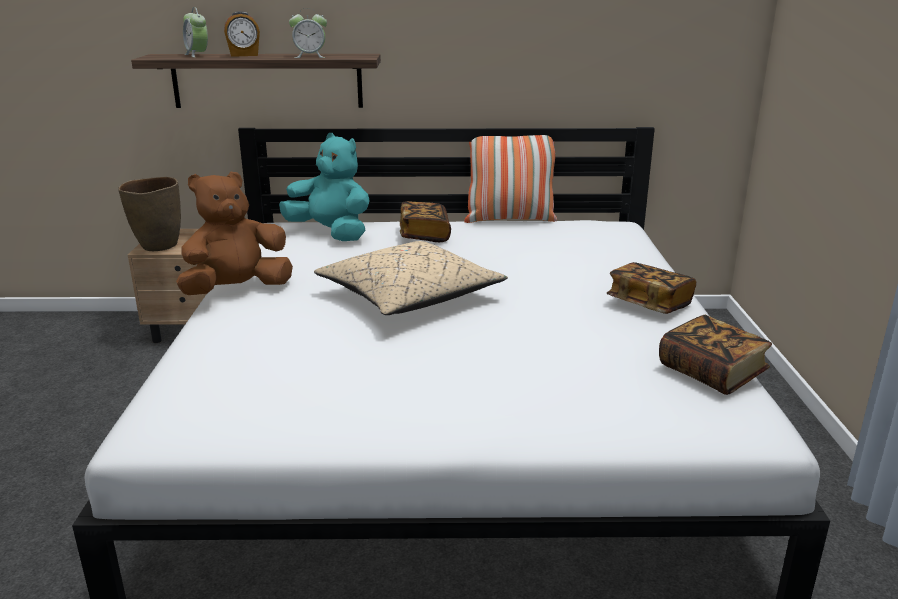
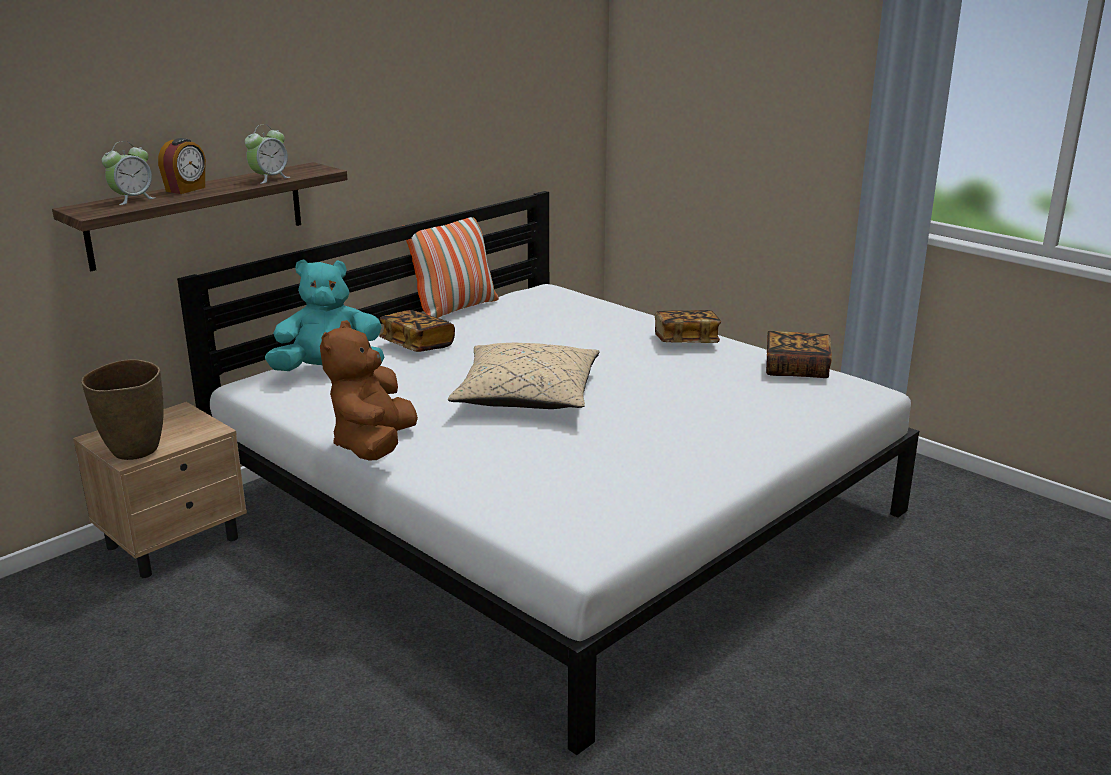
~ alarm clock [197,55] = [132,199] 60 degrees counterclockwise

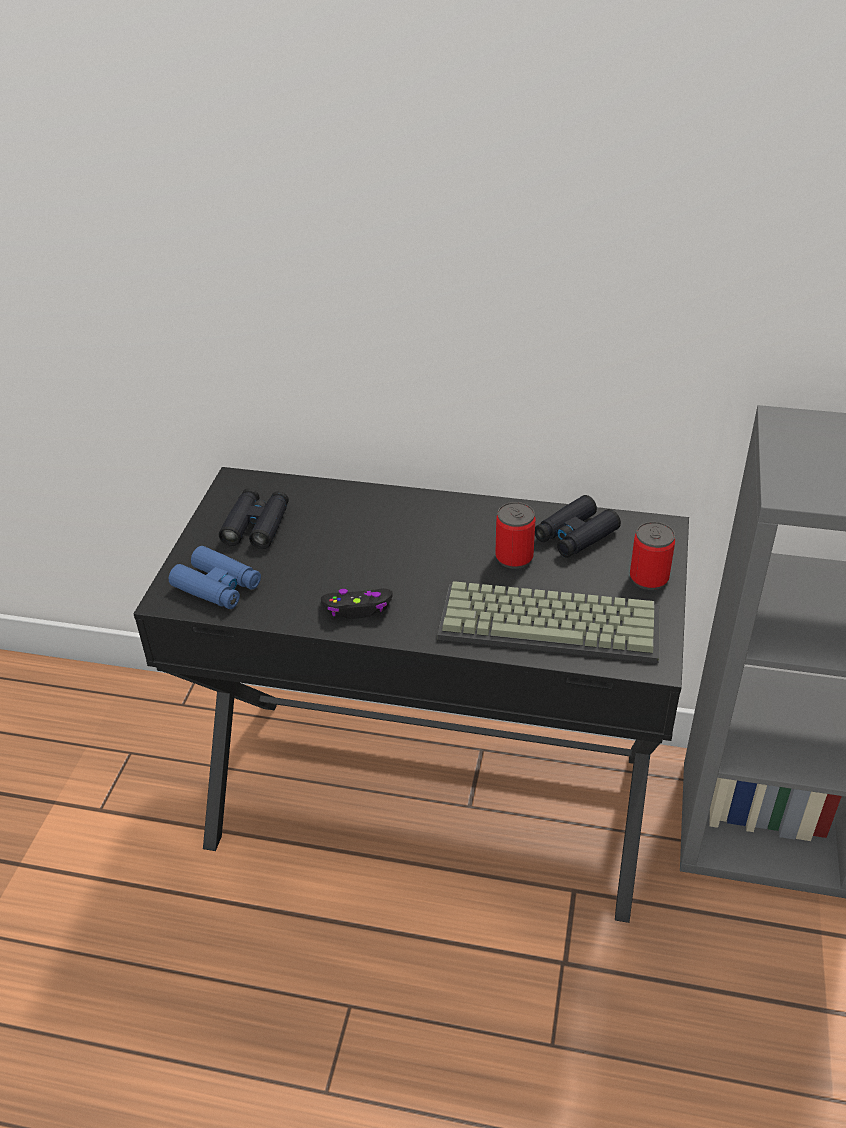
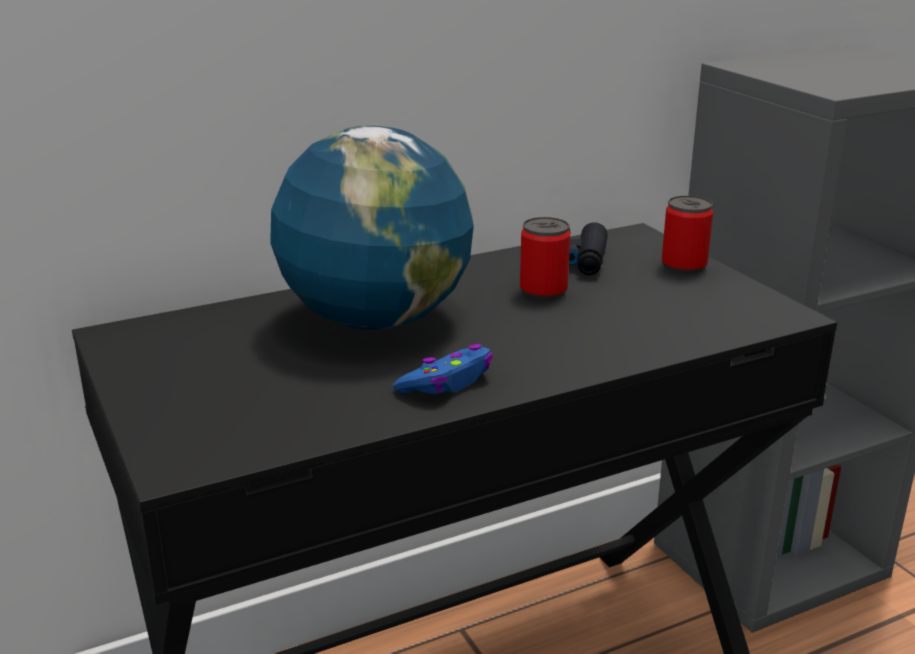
- binoculars/black [256,525]
- binoculars/blue [217,586]
- keyboard [552,622]
~ game controller/black [358,608] to game controller/blue [447,382]
+ globe [375,320]

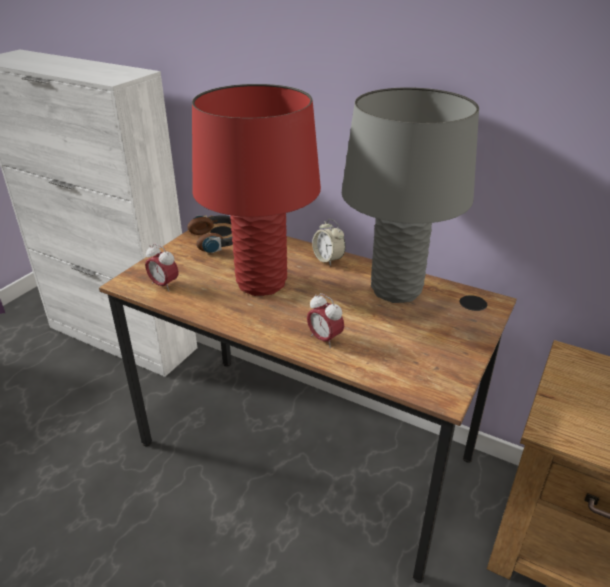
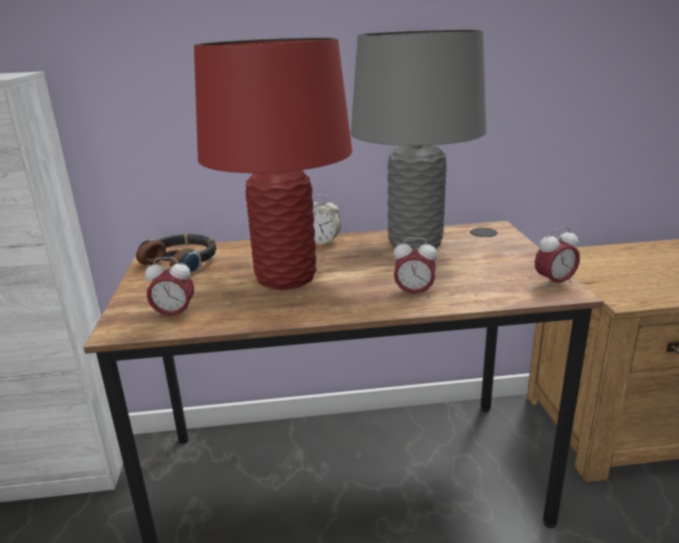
+ alarm clock [554,283]

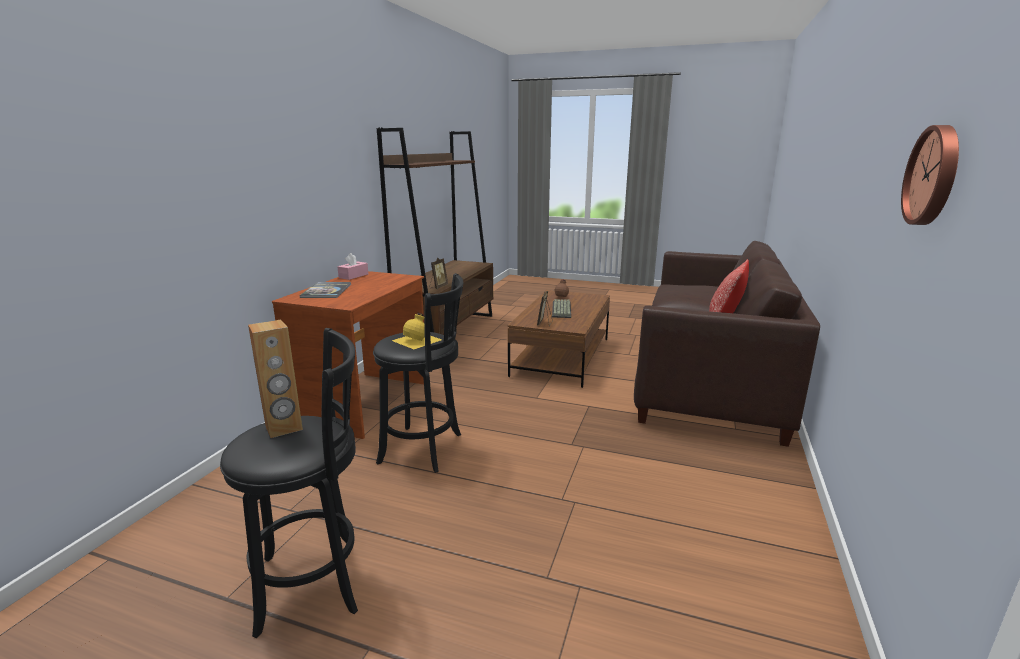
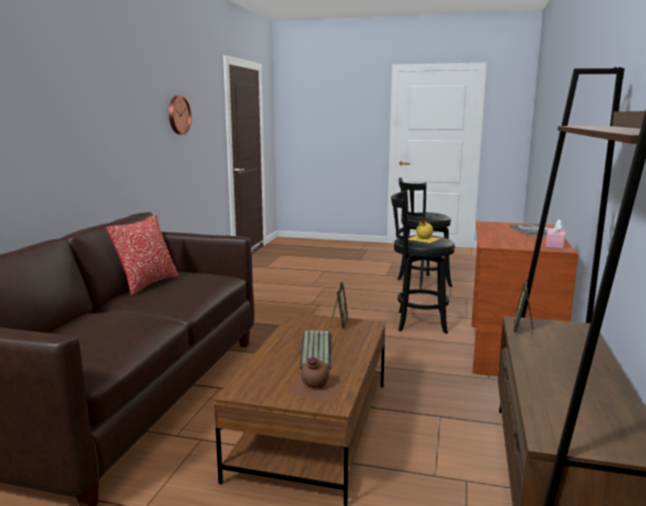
- speaker/brown [284,428]

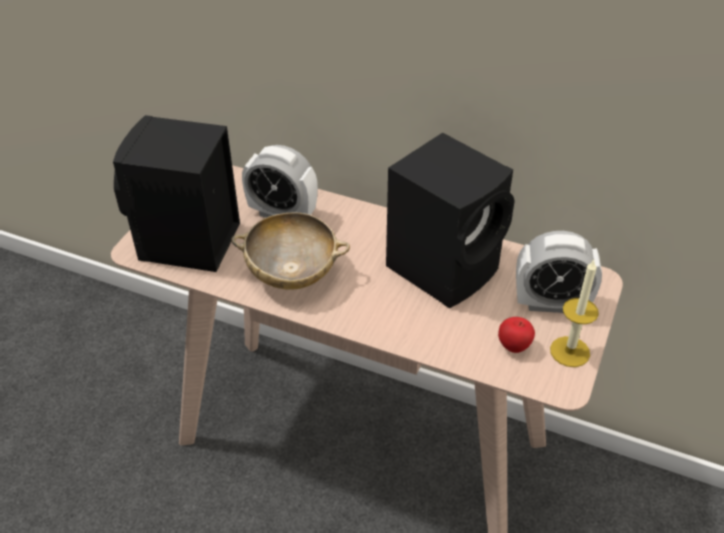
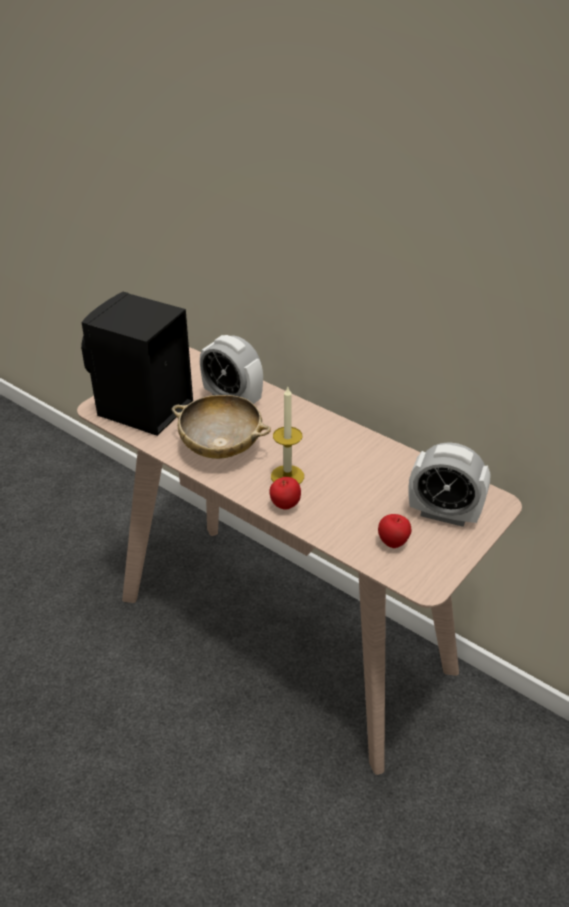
- speaker/black [445,267]
~ candle [570,351] to [287,476]
+ apple [285,506]

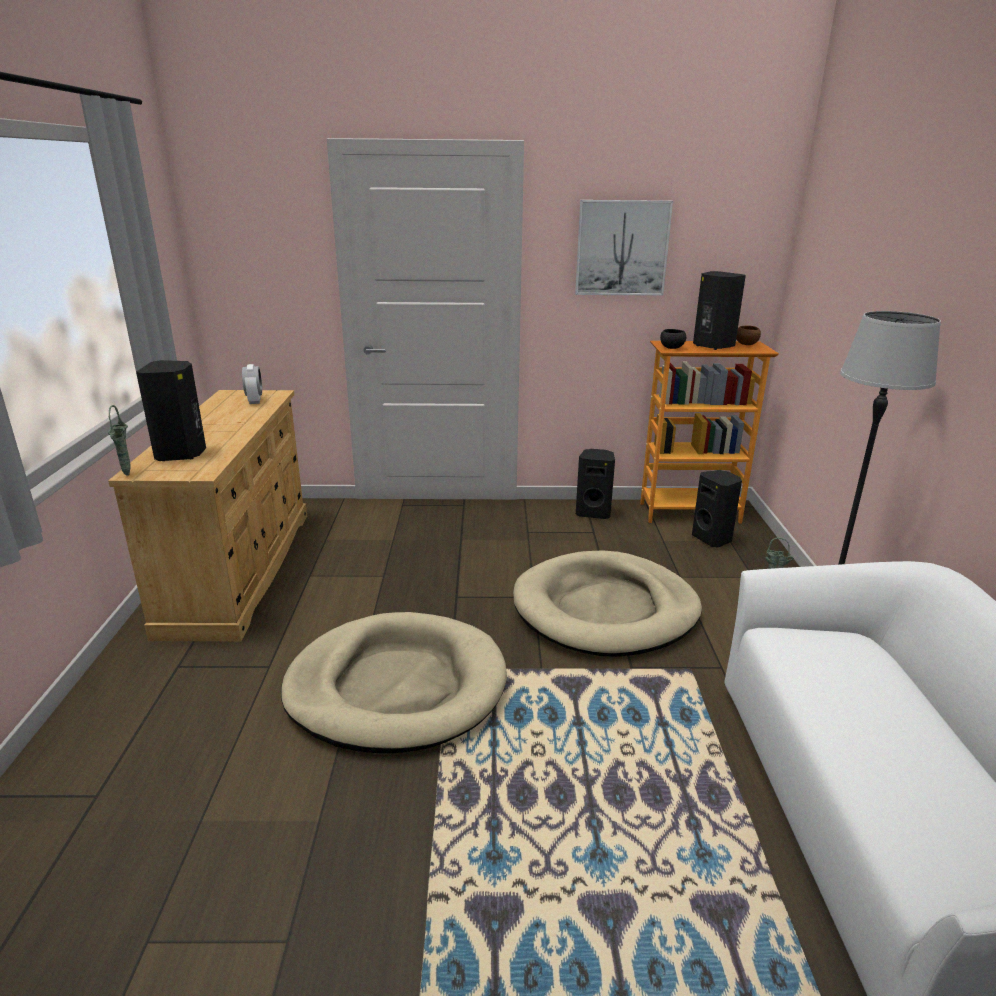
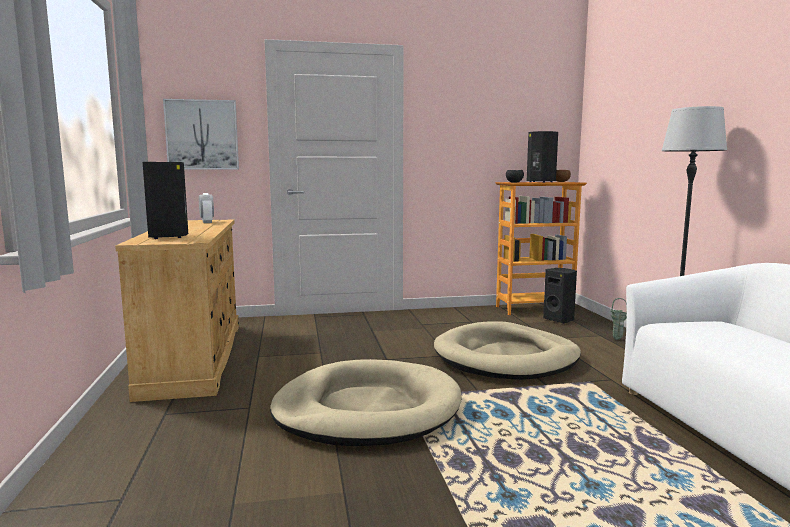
~ picture [622,248] to [202,135]
- vase/green [127,475]
- speaker/black [593,513]

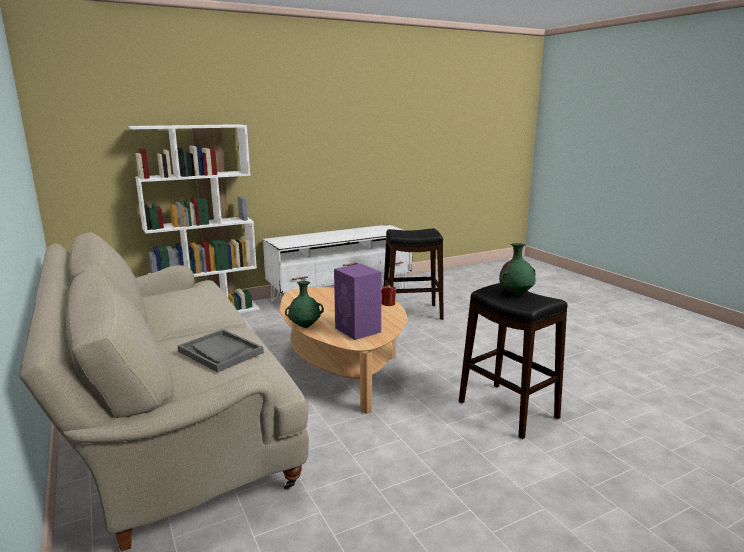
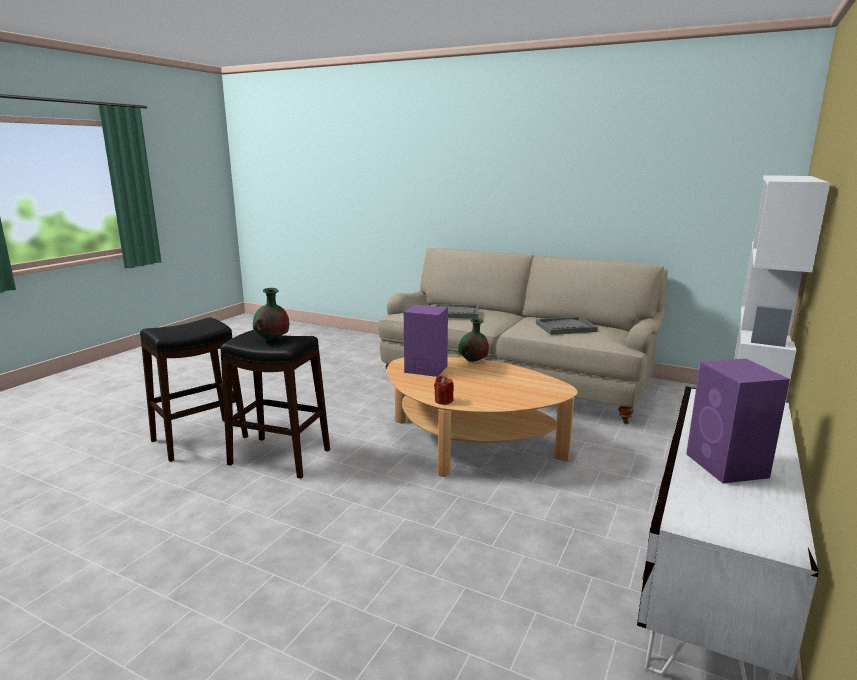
~ stool/black [411,313] to [200,438]
+ tray/grey [565,327]
+ speaker/purple [727,466]

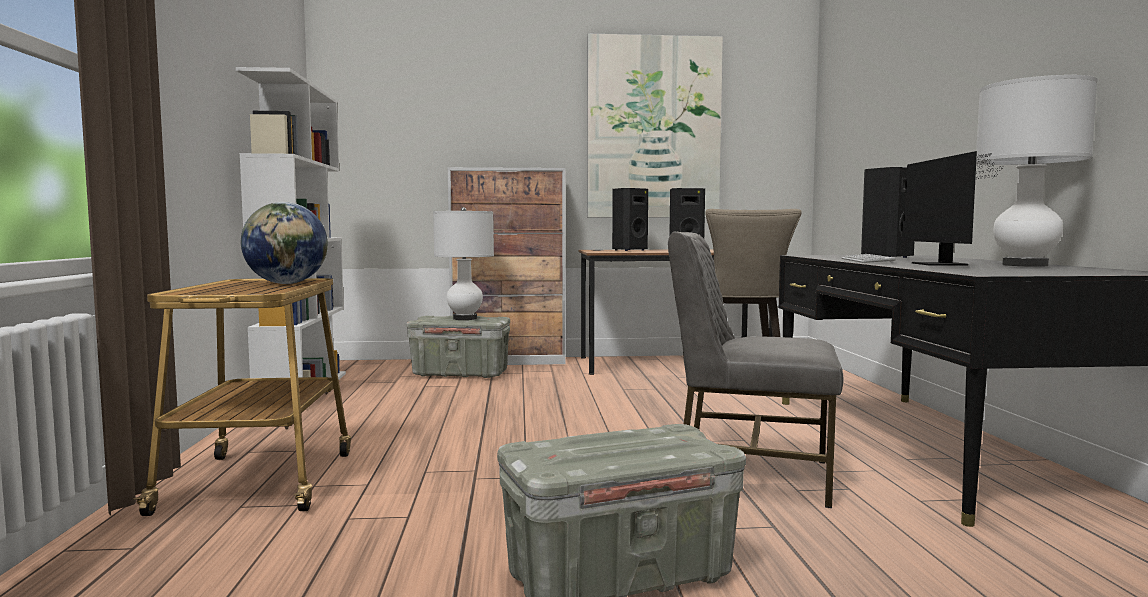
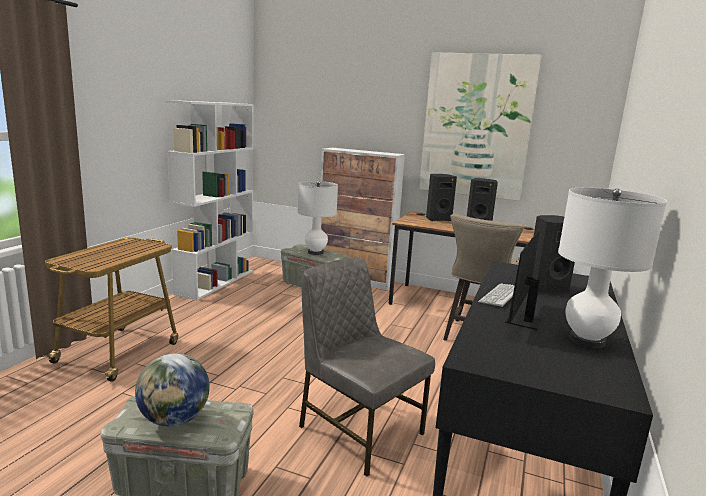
~ globe [287,283] to [174,420]

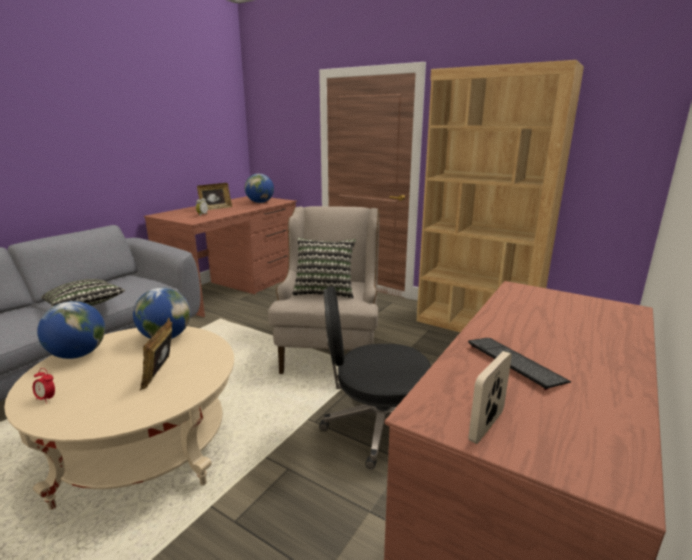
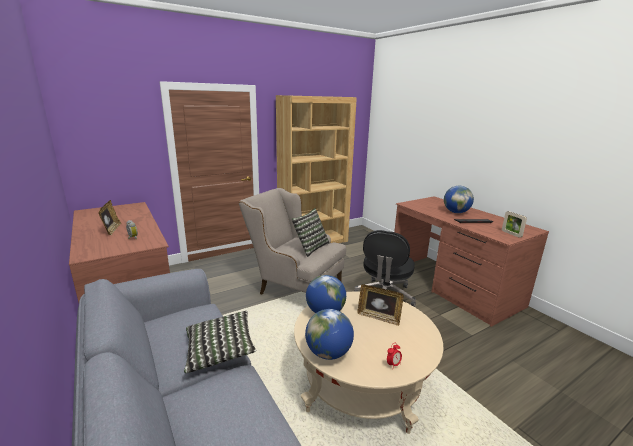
~ globe [260,202] to [456,212]

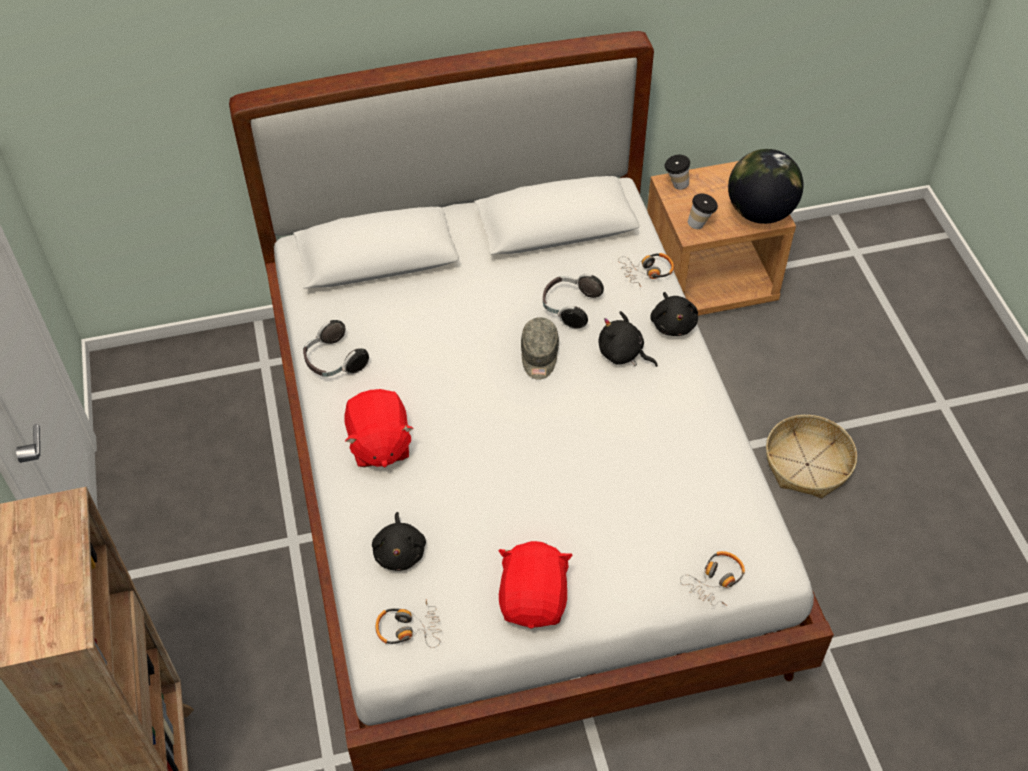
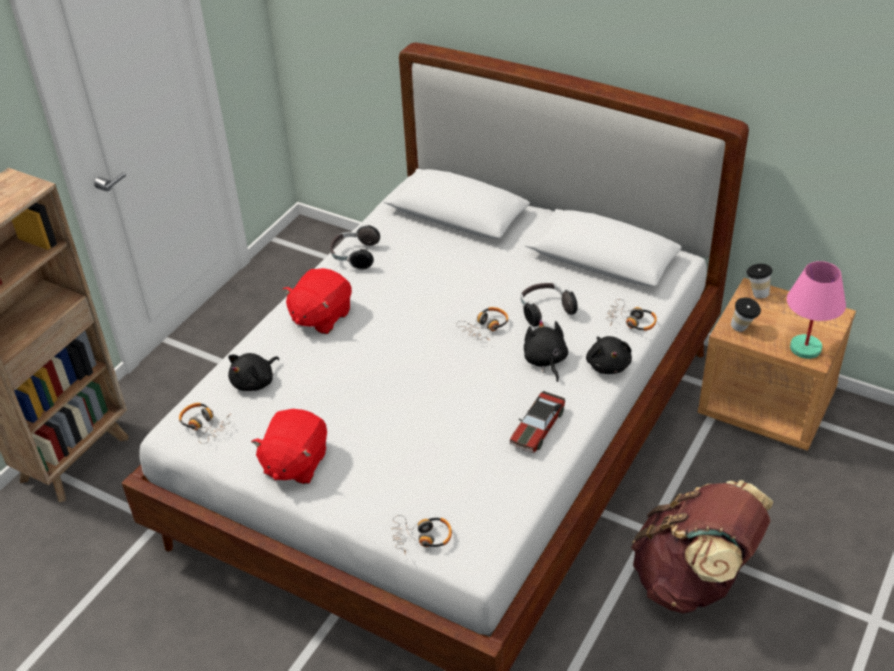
~ globe [760,213] to table lamp/pink [805,348]
~ plush toy/black [673,324] = [608,364] 45 degrees counterclockwise
~ cap/grey [539,356] to headphones [485,327]
~ basket [807,464] to backpack/brown [693,581]
~ plush toy/red [534,599] = [295,463] 150 degrees clockwise
+ toy car [537,428]

